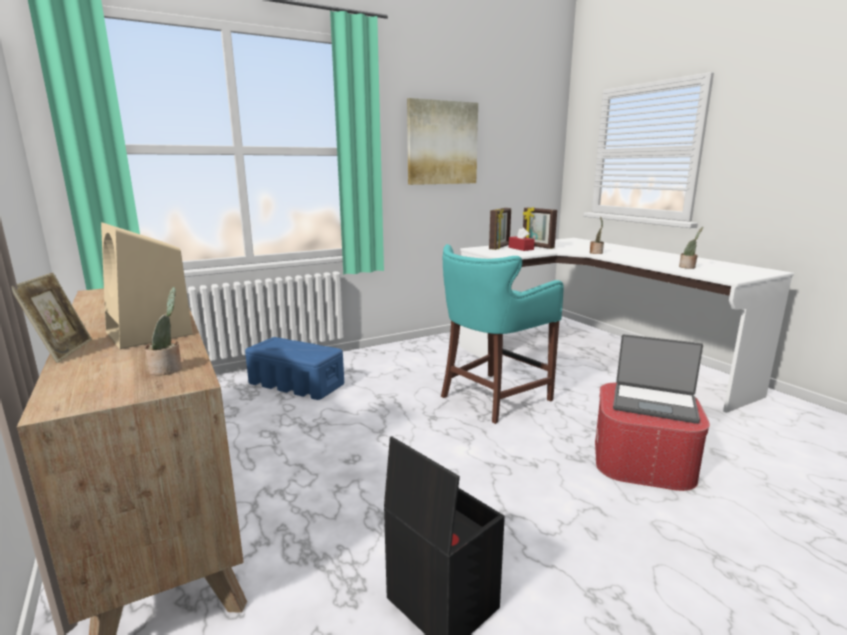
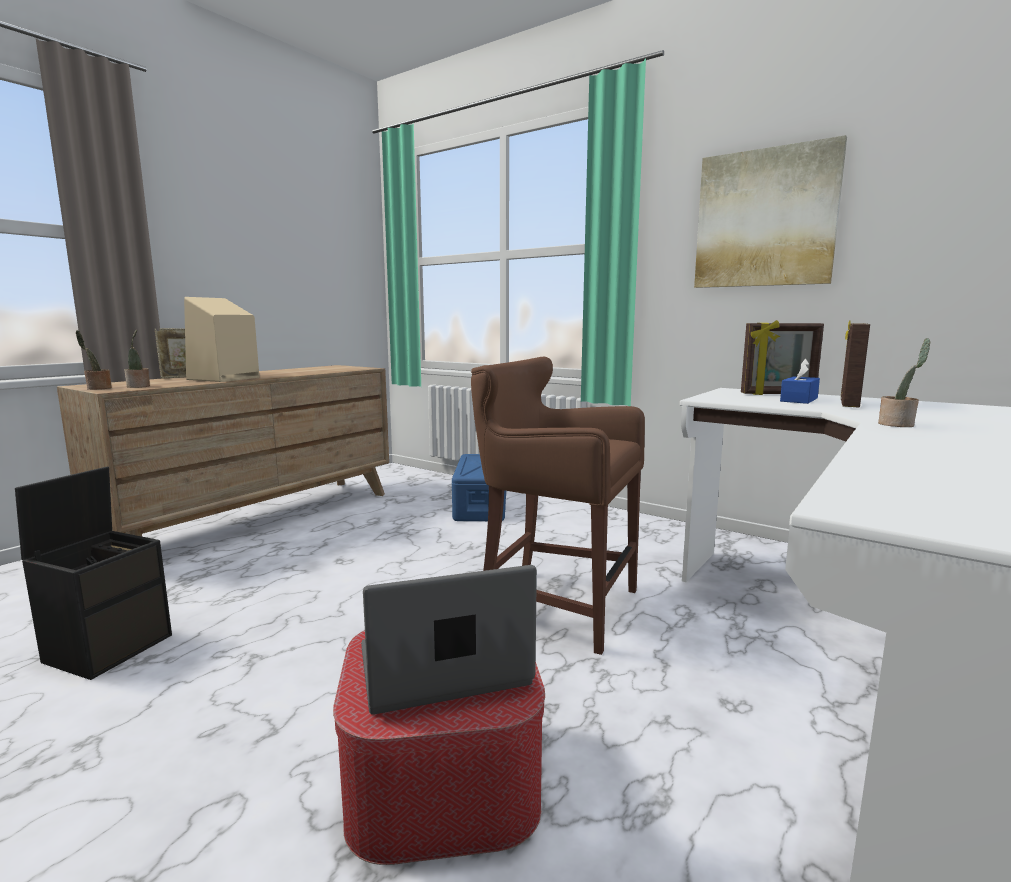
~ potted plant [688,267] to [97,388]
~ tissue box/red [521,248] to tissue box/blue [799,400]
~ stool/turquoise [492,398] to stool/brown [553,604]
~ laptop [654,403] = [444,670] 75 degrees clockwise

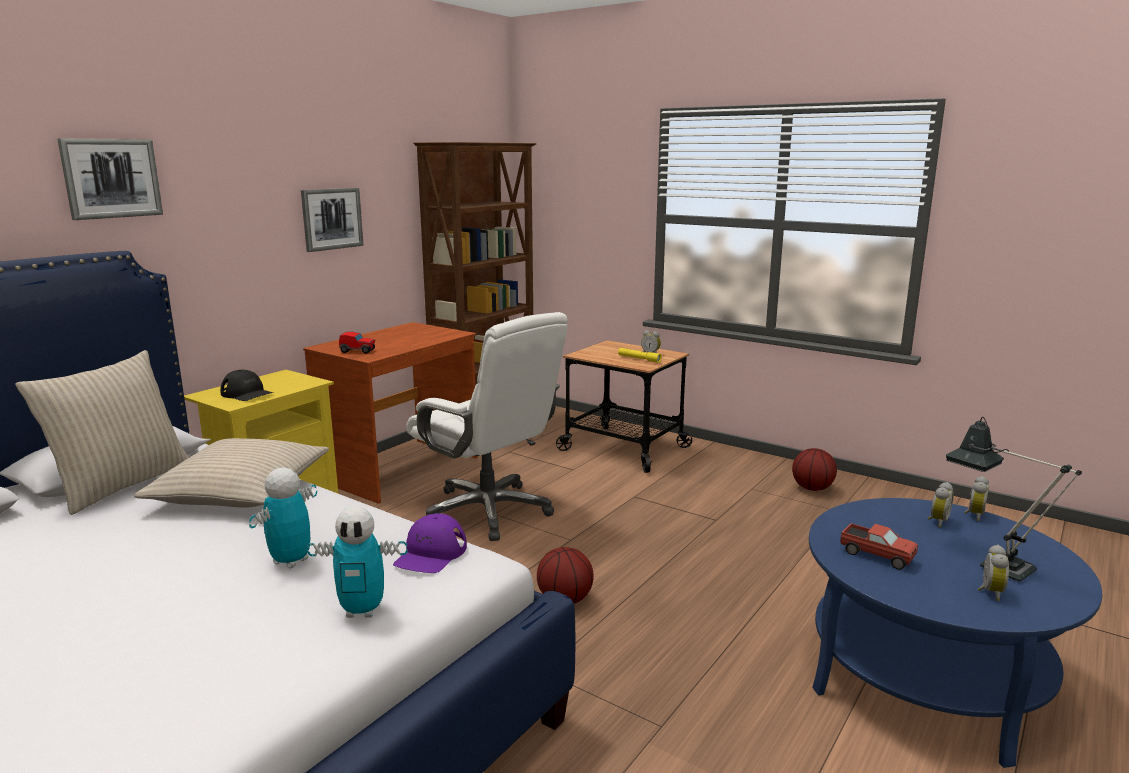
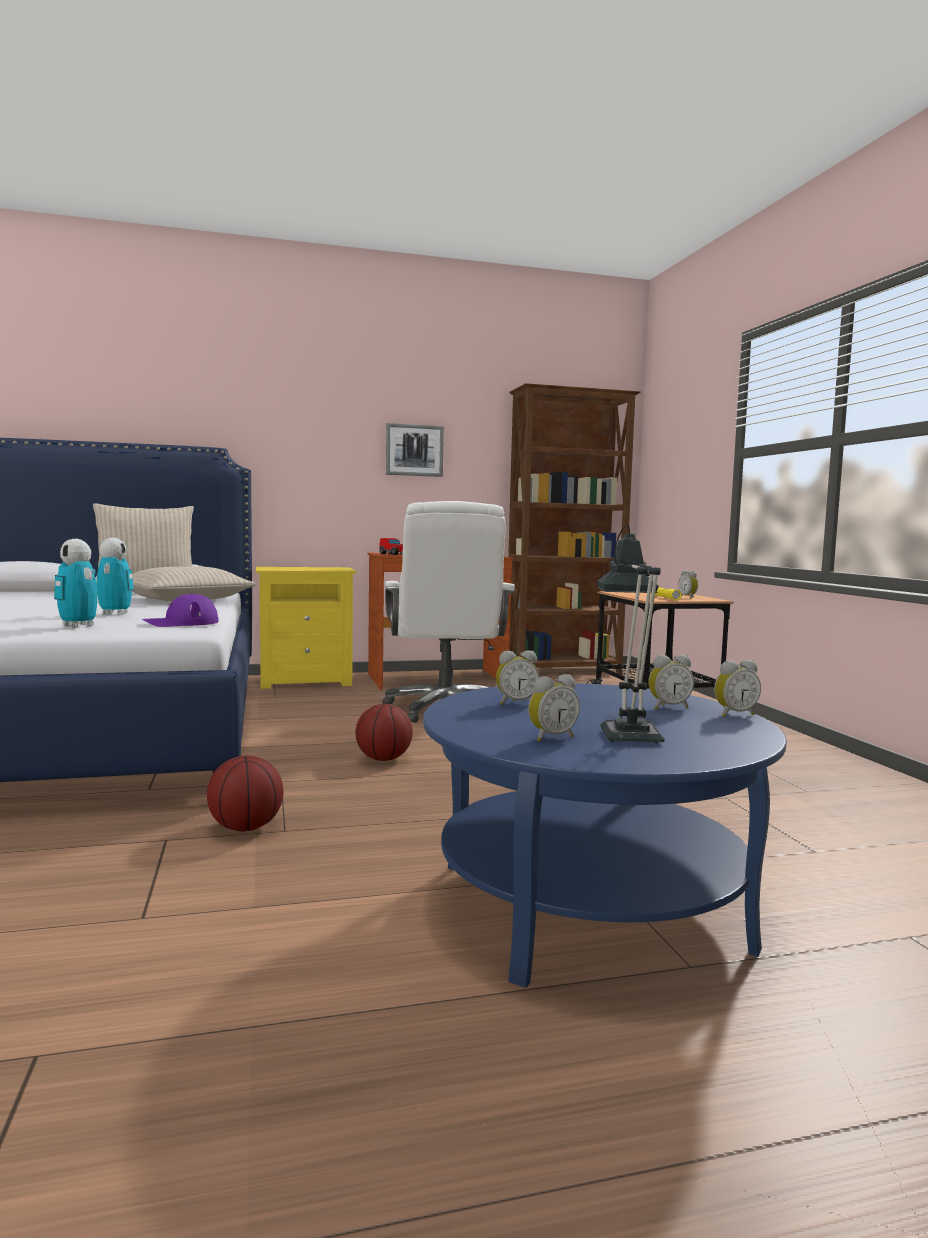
- picture [111,178]
- cap/black [247,393]
~ basketball [812,488] to [246,828]
~ toy robot [291,561] = [115,614] 105 degrees clockwise
~ toy truck [876,556] to alarm clock [516,703]

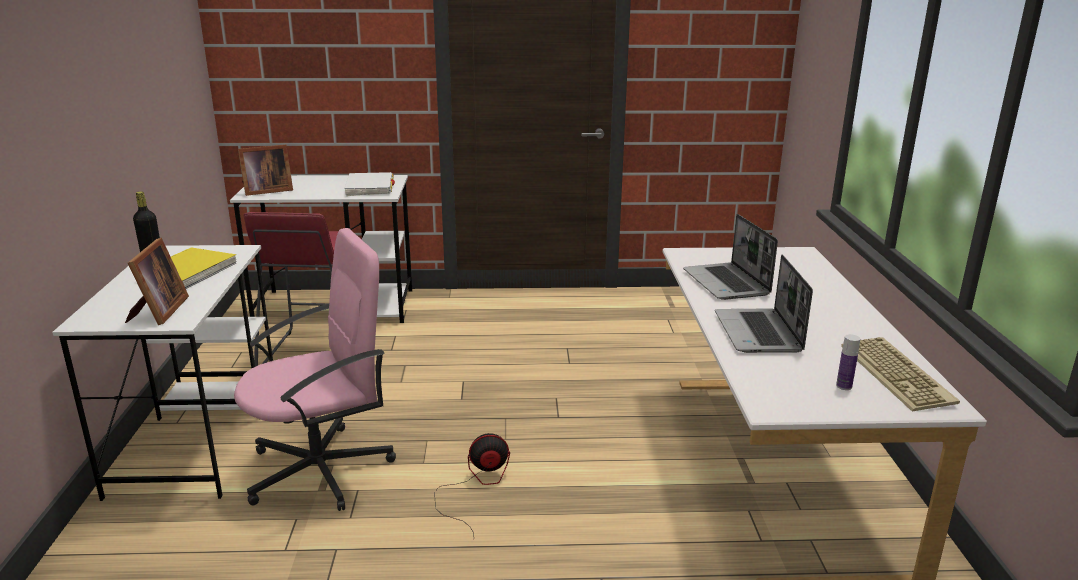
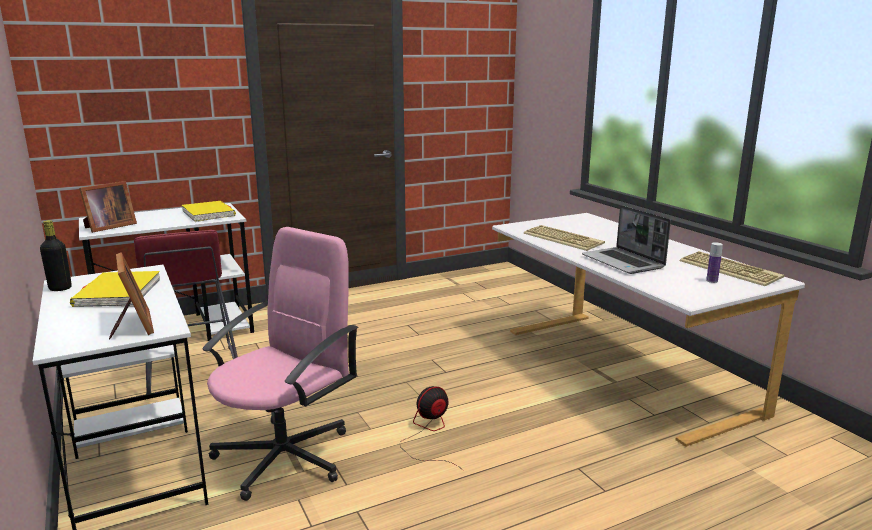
~ book/white [370,187] to book/yellow [208,214]
~ laptop [727,283] to keyboard [564,239]

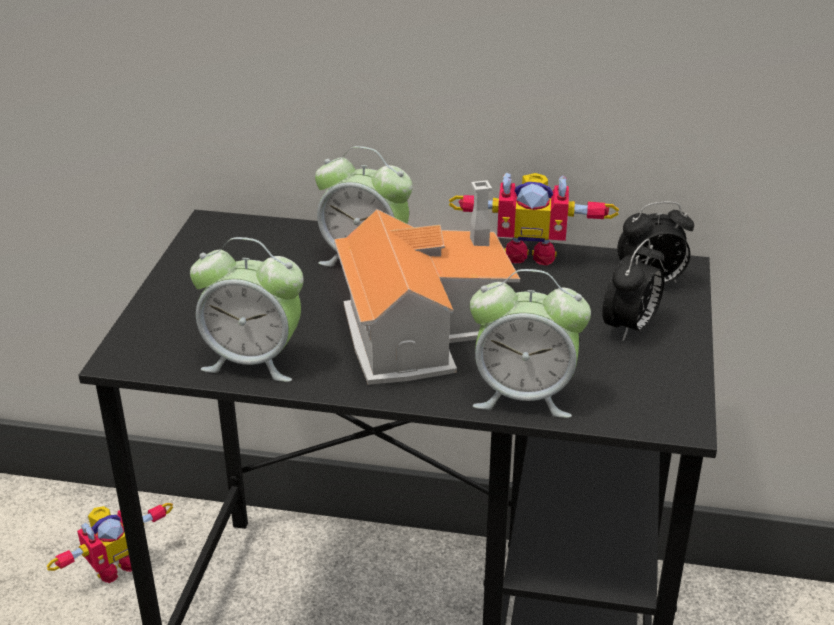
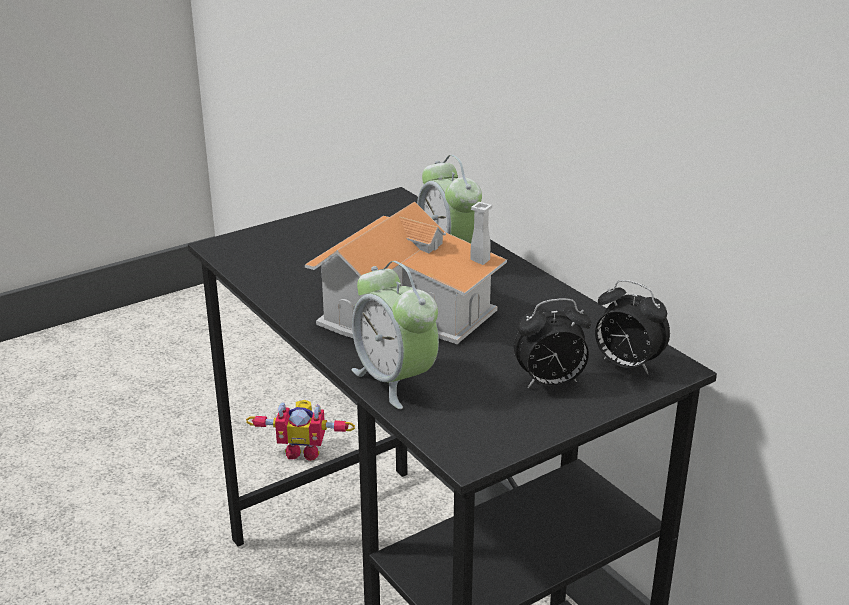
- toy robot [530,252]
- alarm clock [253,360]

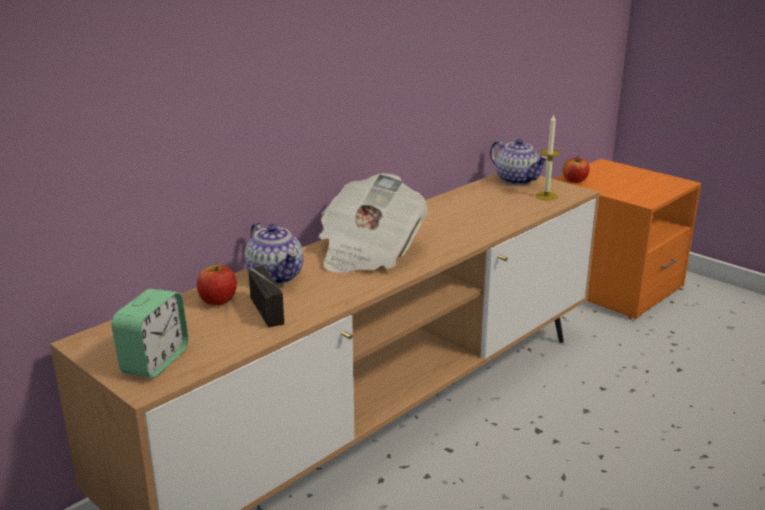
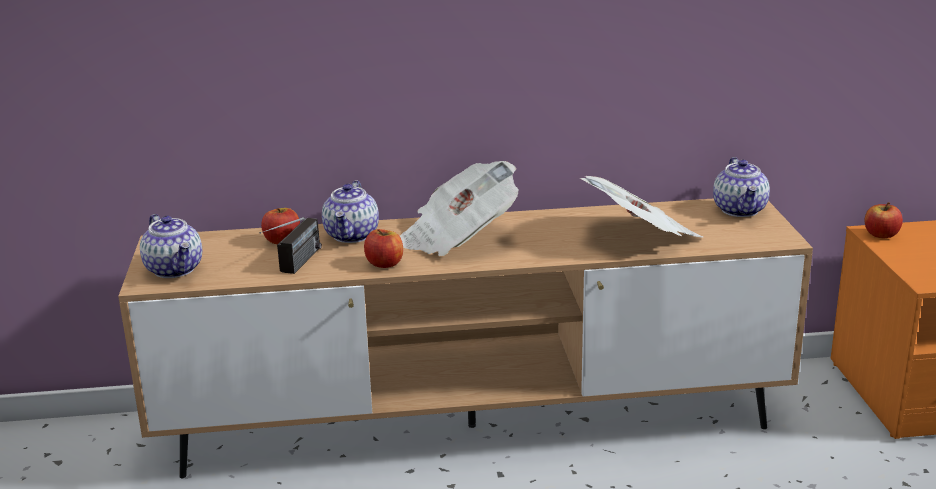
- candle [546,196]
~ alarm clock [155,361] to teapot [175,269]
+ newspaper [640,237]
+ apple [384,264]

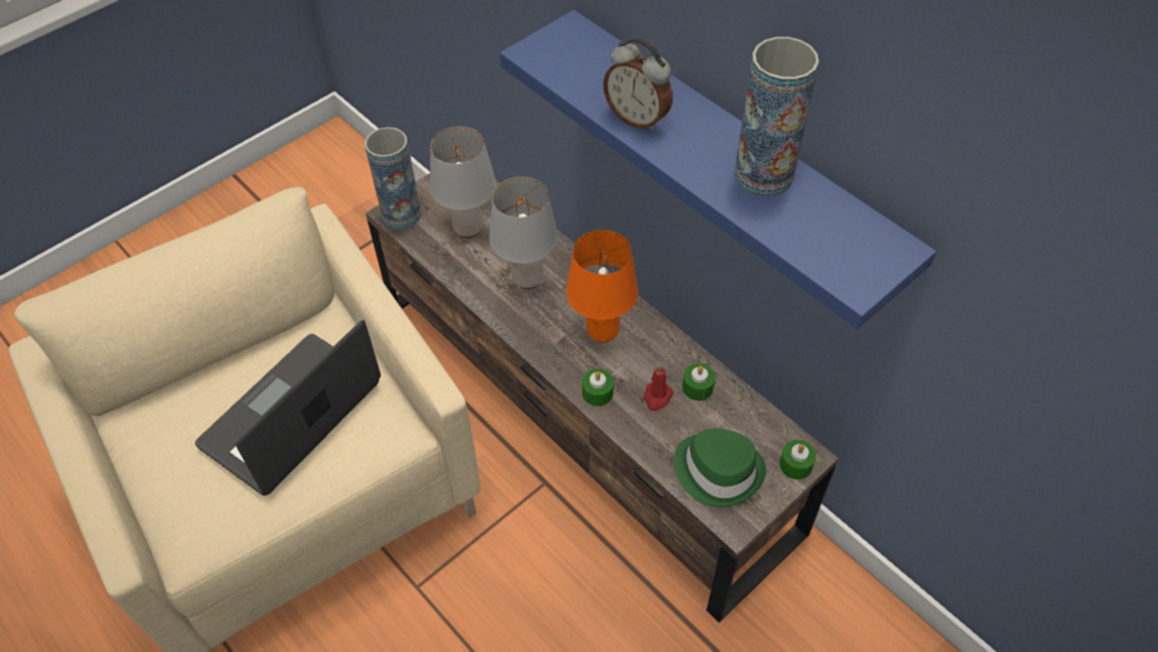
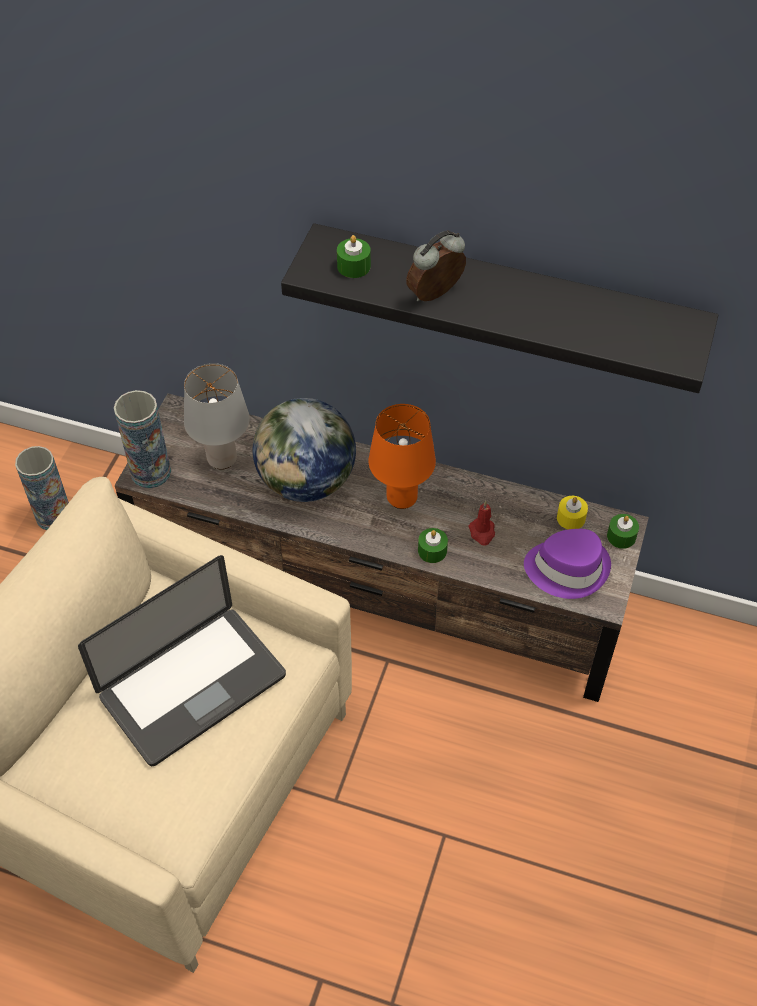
~ shelf/blue [730,157] to shelf/black [505,301]
~ vase [763,175] to [54,516]
~ alarm clock [637,118] = [436,295] 135 degrees clockwise
~ table lamp/grey [527,279] to globe [307,482]
~ laptop [292,415] = [193,686] 135 degrees counterclockwise
~ candle/green [697,387] to [353,266]
~ hat/green [718,470] to hat/purple [567,568]
+ candle/yellow [571,518]

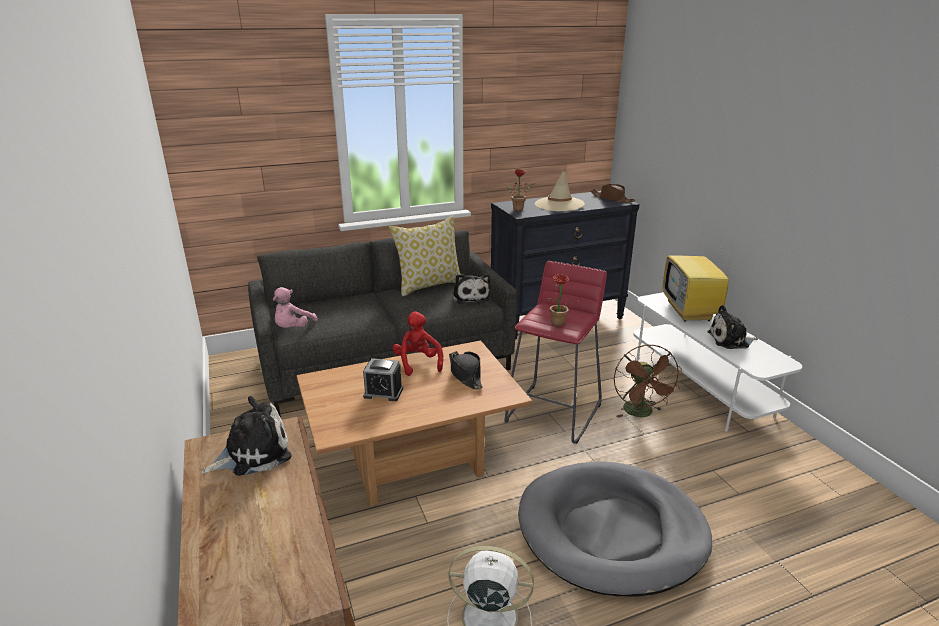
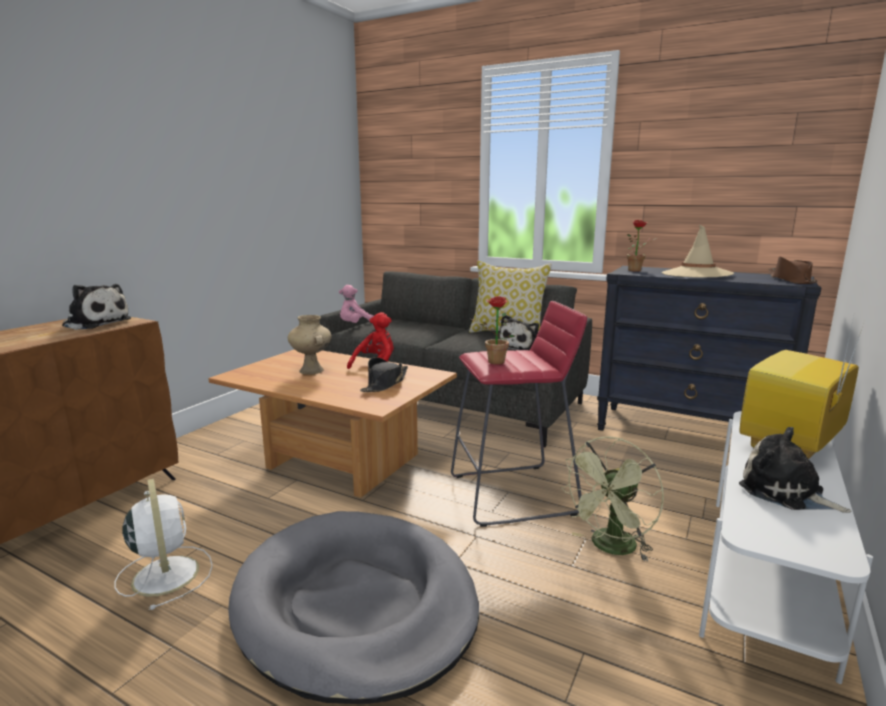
~ fan/brown [641,413] to fan/green [610,548]
~ alarm clock [383,392] to vase/beige [312,371]

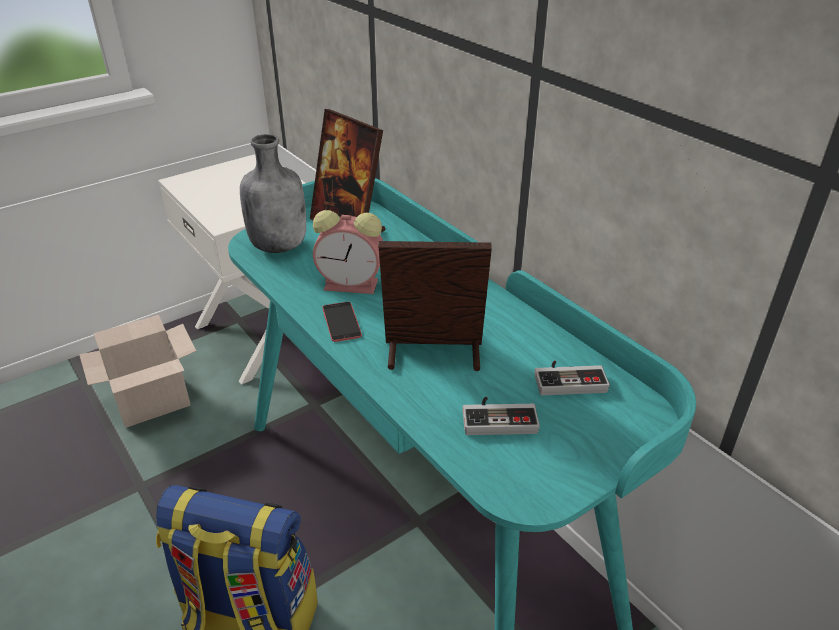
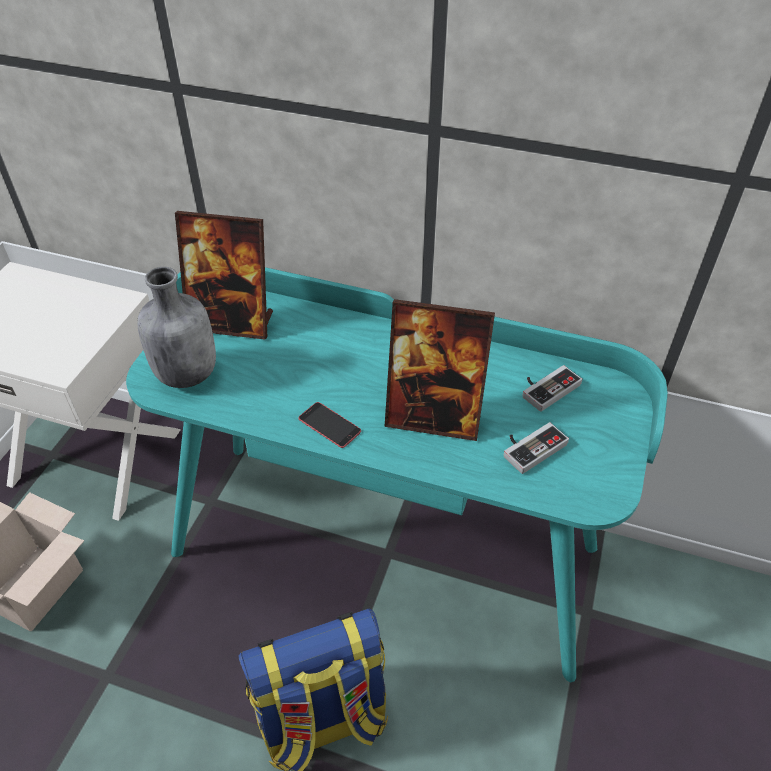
- alarm clock [353,284]
~ picture frame [433,354] = [433,417] 135 degrees counterclockwise

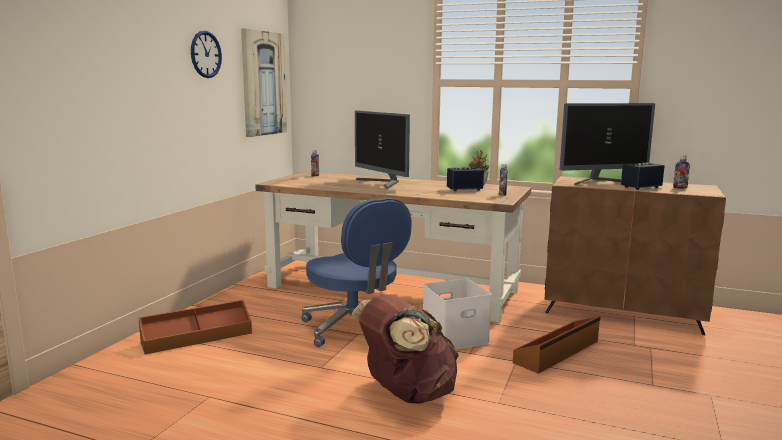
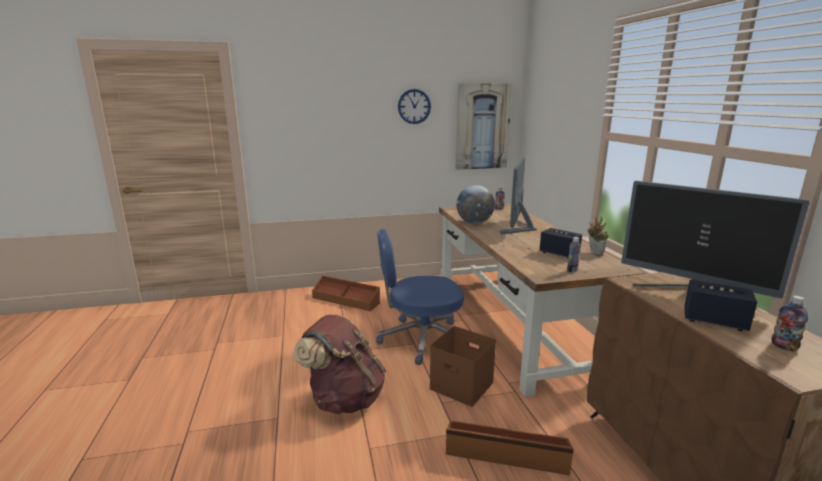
~ office chair/blue [355,328] = [420,339] 60 degrees clockwise
~ storage box/white [455,337] to storage box/brown [463,385]
+ globe [474,223]

